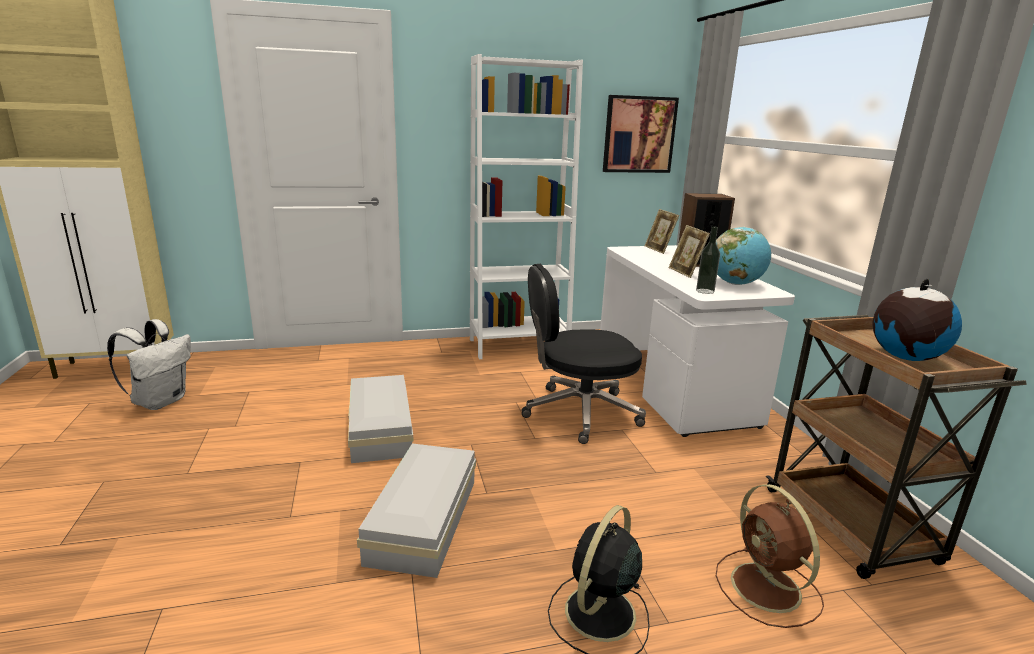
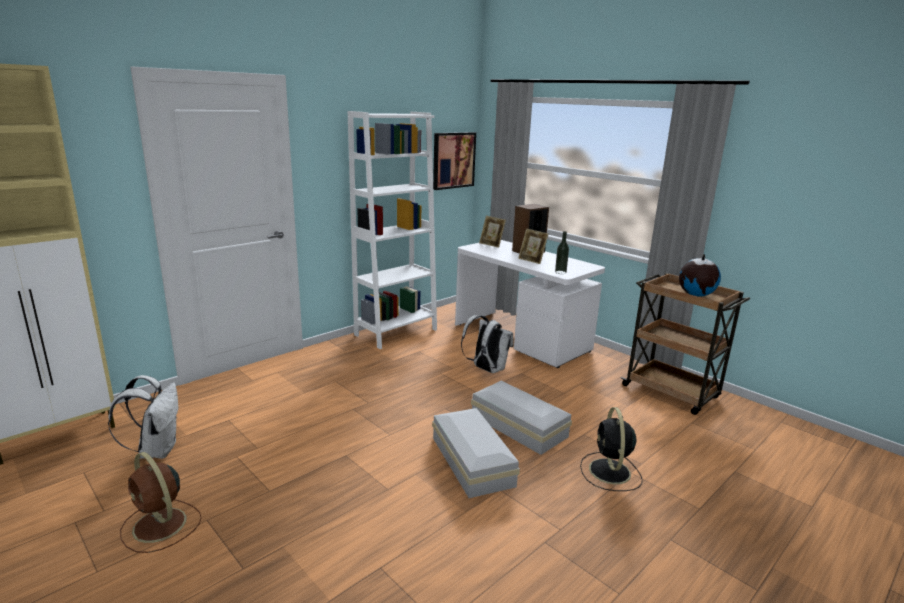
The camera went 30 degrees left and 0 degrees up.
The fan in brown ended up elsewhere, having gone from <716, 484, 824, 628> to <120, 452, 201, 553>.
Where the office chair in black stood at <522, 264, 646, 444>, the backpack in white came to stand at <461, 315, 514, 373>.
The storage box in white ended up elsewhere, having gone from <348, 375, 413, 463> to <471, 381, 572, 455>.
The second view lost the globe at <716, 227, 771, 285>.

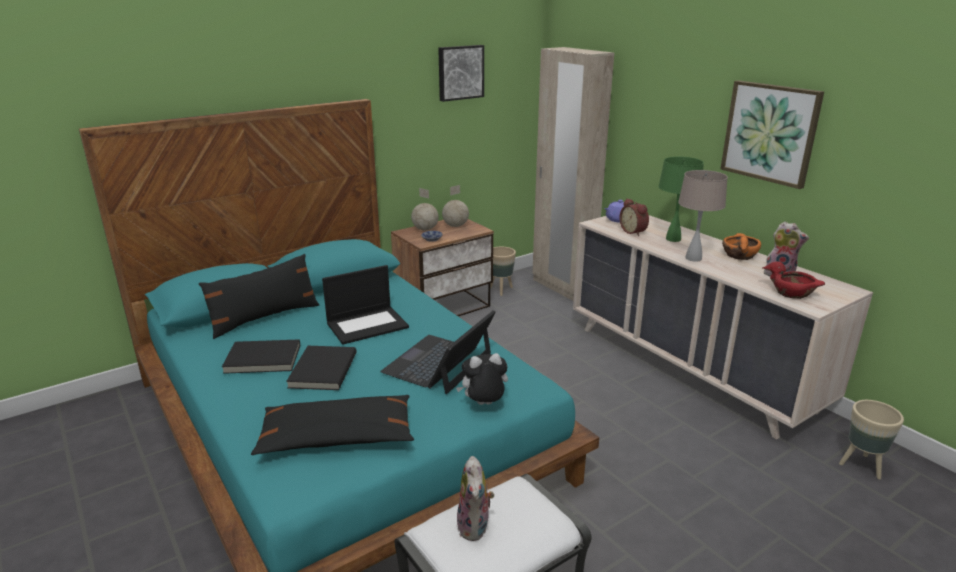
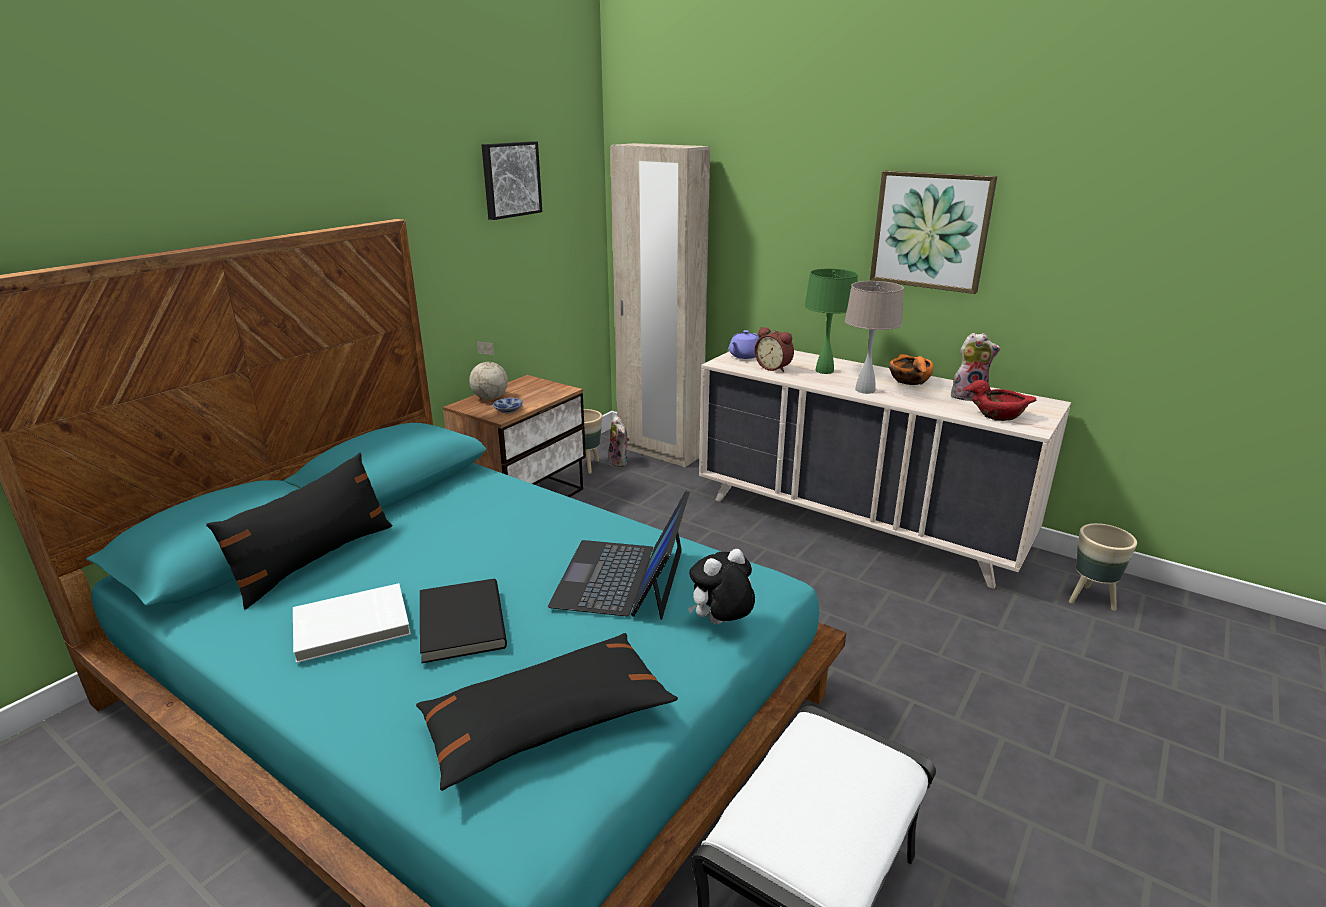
The camera went 20 degrees left and 0 degrees up.
What was the book in black at <222, 339, 300, 374> turned into the book in white at <293, 583, 411, 663>.
The plush toy ended up elsewhere, having gone from <457, 456, 495, 541> to <608, 415, 630, 467>.
The second view lost the laptop at <322, 265, 409, 345>.
The second view lost the globe at <442, 185, 469, 227>.

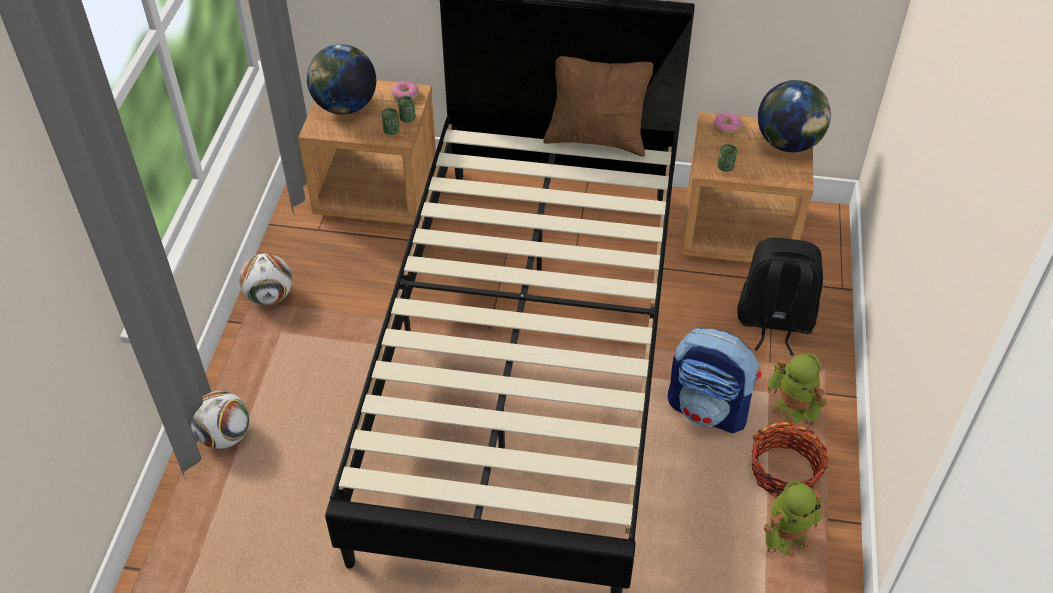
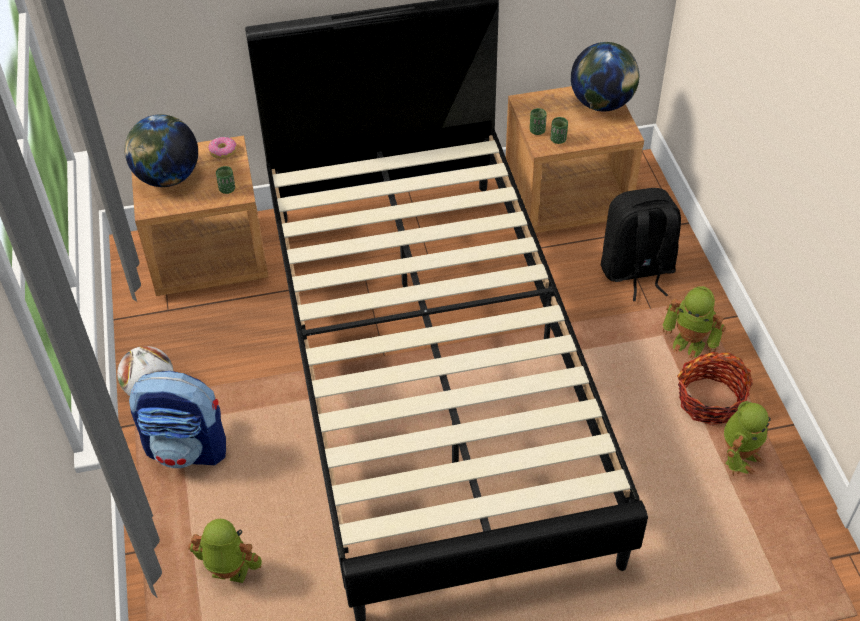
The camera went 20 degrees left and 0 degrees up.
The backpack ended up elsewhere, having gone from <667, 328, 761, 433> to <129, 371, 226, 468>.
The second view gained the toy robot at <188, 519, 262, 583>.
The cup in green ended up elsewhere, having gone from <398, 96, 416, 123> to <530, 108, 547, 135>.
The second view lost the football at <191, 391, 250, 449>.
The second view lost the pillow in brown at <543, 56, 653, 157>.
The second view lost the donut at <713, 113, 742, 135>.

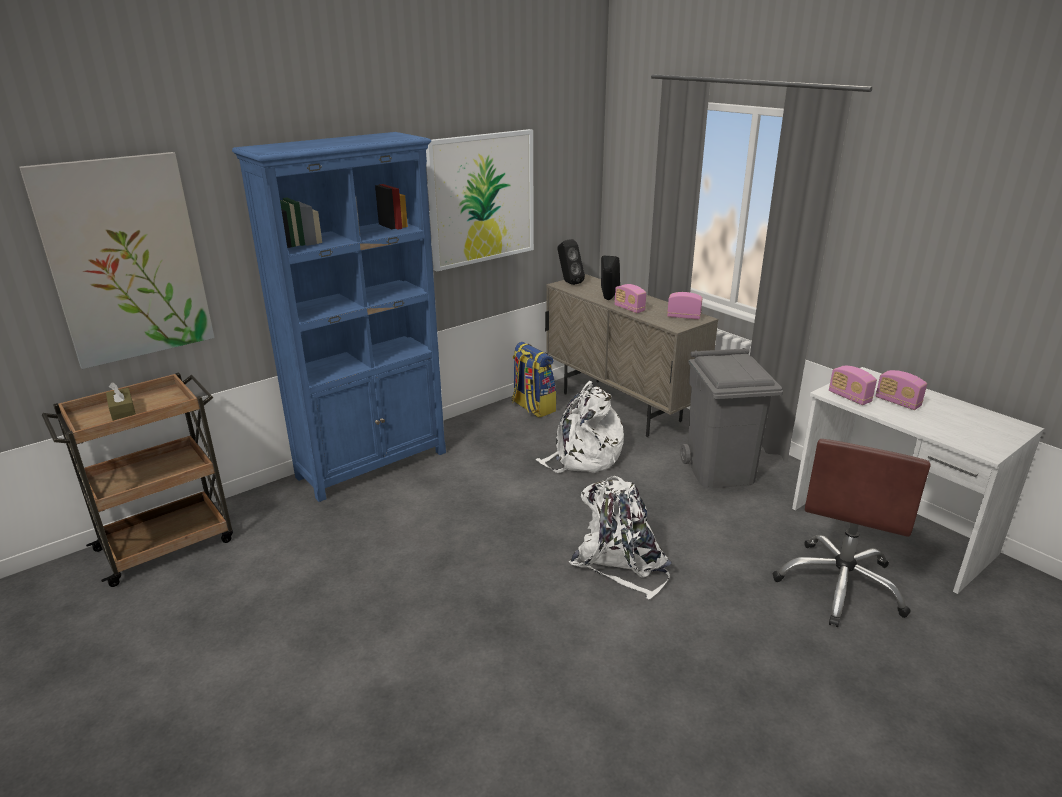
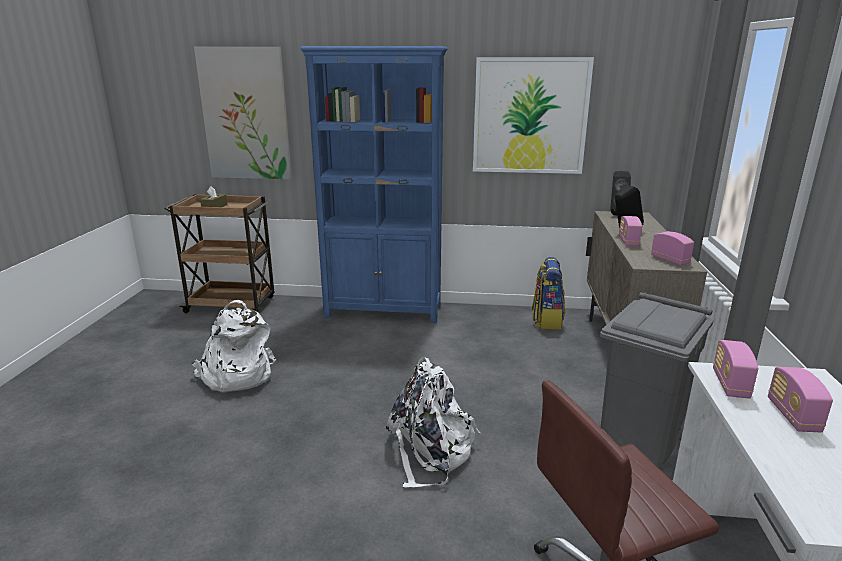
The camera went 45 degrees right and 5 degrees down.
The backpack in white ended up elsewhere, having gone from <535, 380, 624, 473> to <192, 300, 276, 393>.

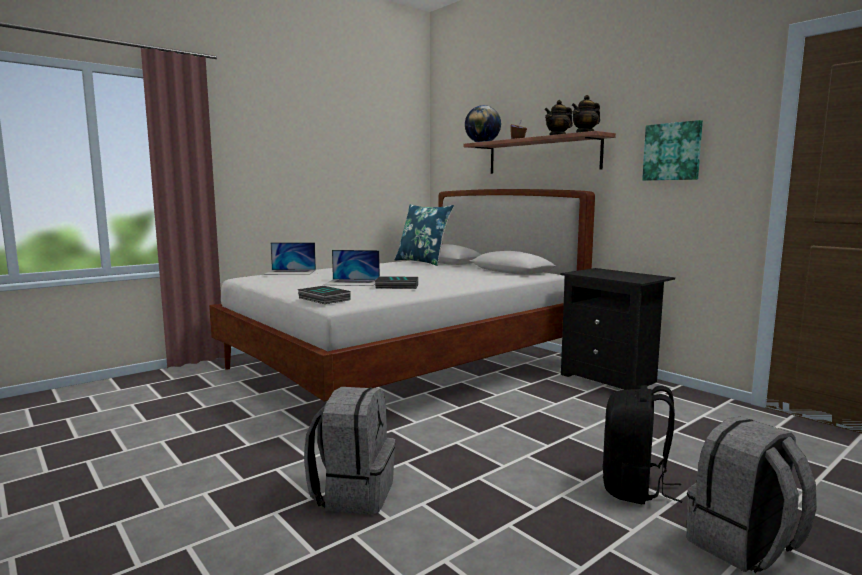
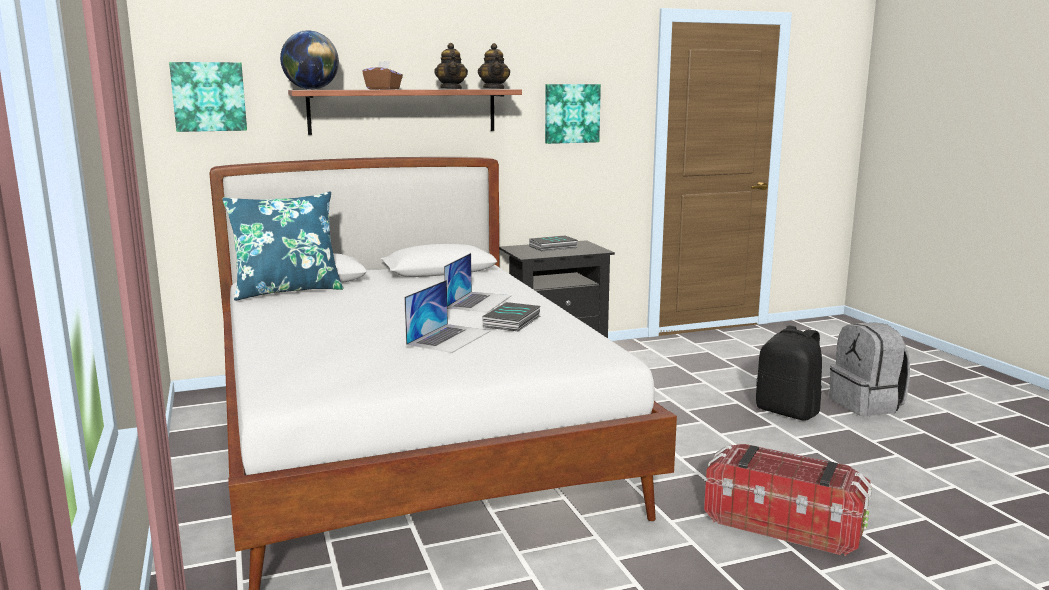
The camera went 70 degrees left and 5 degrees up.
The second view gained the picture at <169, 62, 247, 132>.
The laptop ended up elsewhere, having gone from <264, 243, 316, 275> to <444, 253, 512, 313>.
The book ended up elsewhere, having gone from <298, 286, 351, 304> to <529, 236, 578, 251>.
Where the backpack in grey stood at <304, 387, 395, 514>, the storage box came to stand at <704, 444, 872, 556>.

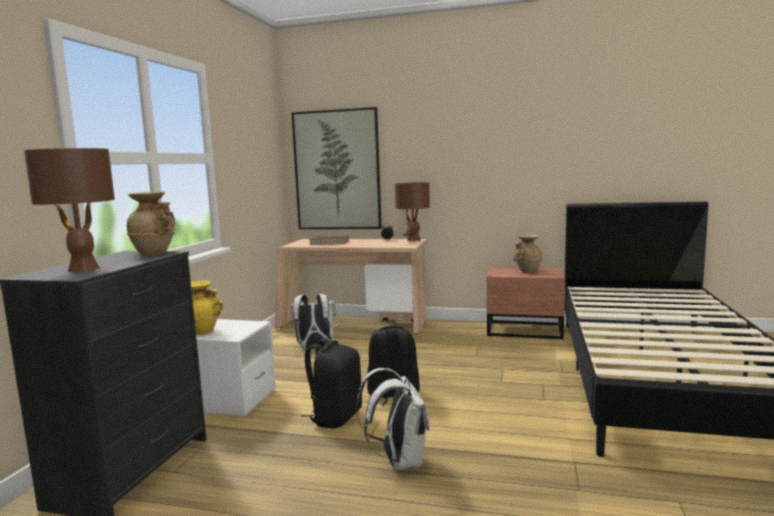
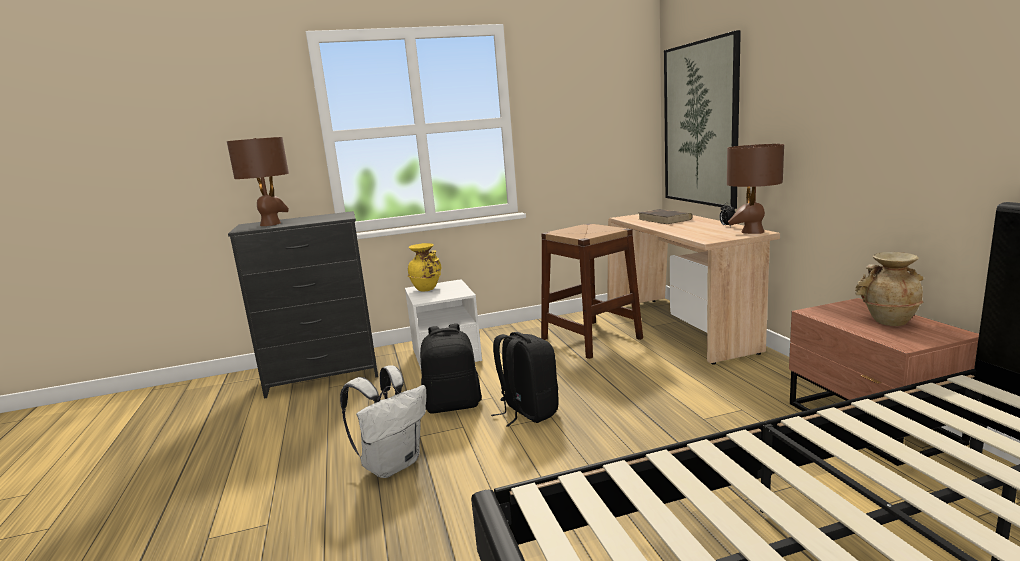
The camera went 60 degrees right and 5 degrees up.
Where the backpack in white stood at <291, 294, 336, 349>, the stool in brown came to stand at <541, 224, 643, 359>.
The second view lost the vase in beige at <127, 192, 175, 255>.

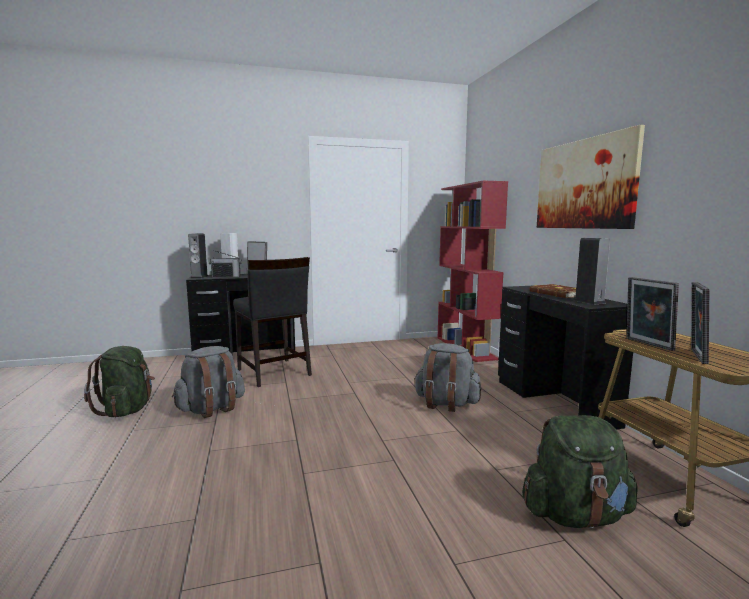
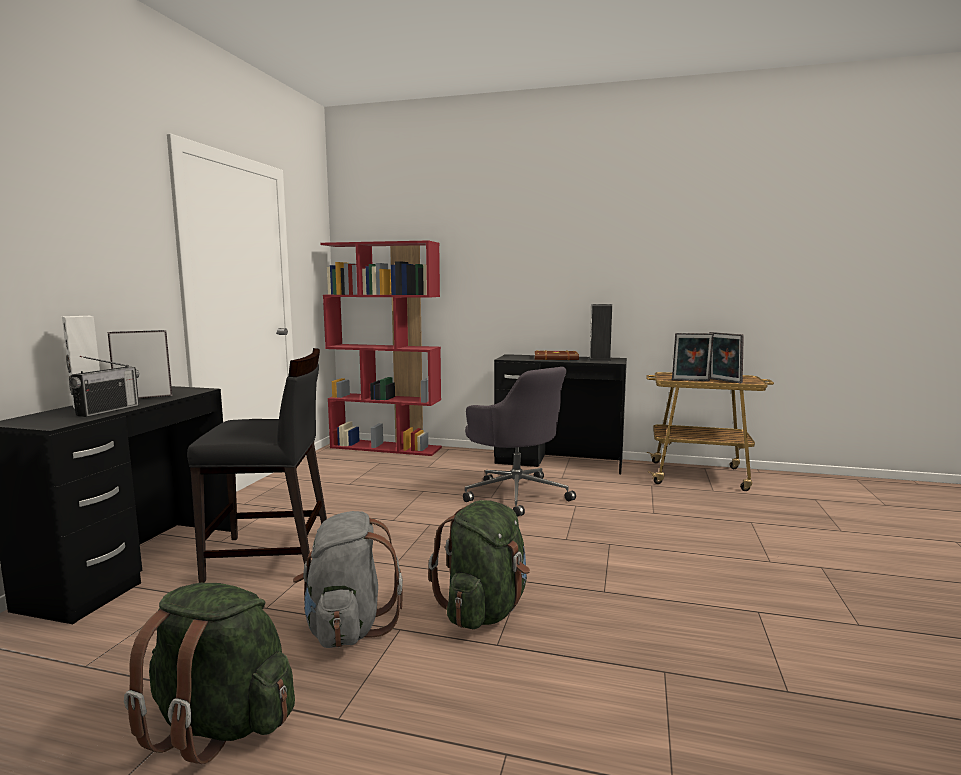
The camera went 60 degrees left and 0 degrees up.
The backpack in green ended up elsewhere, having gone from <522, 415, 638, 528> to <428, 500, 530, 629>.
Where the backpack in grey stood at <414, 343, 481, 412>, the office chair in grey came to stand at <463, 367, 576, 517>.
The second view lost the speaker at <188, 233, 209, 279>.
The second view lost the picture at <537, 125, 645, 229>.

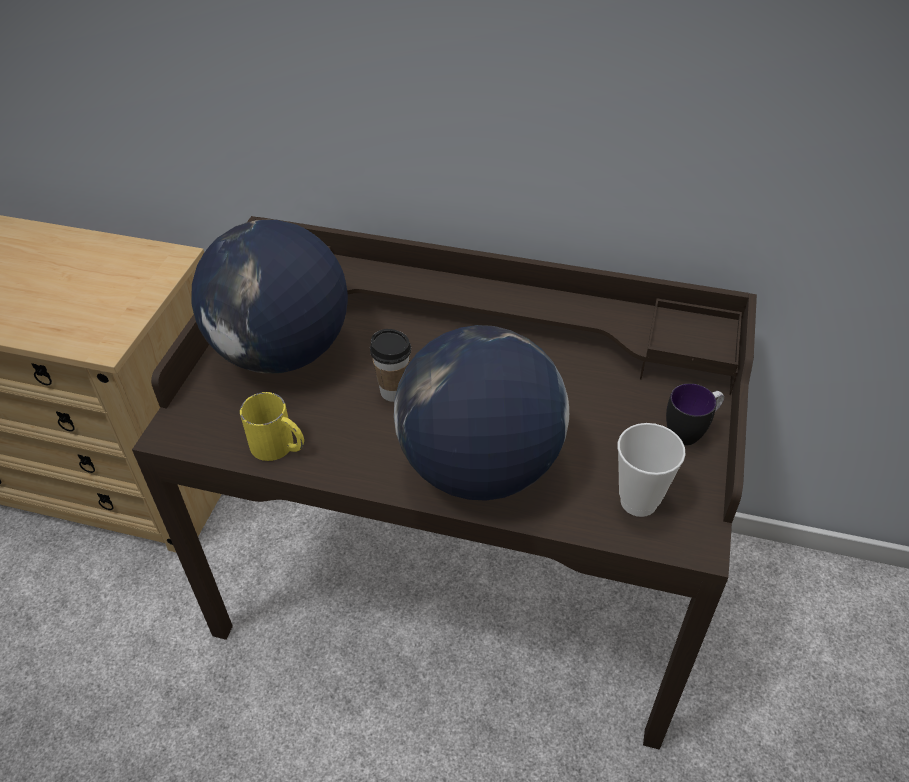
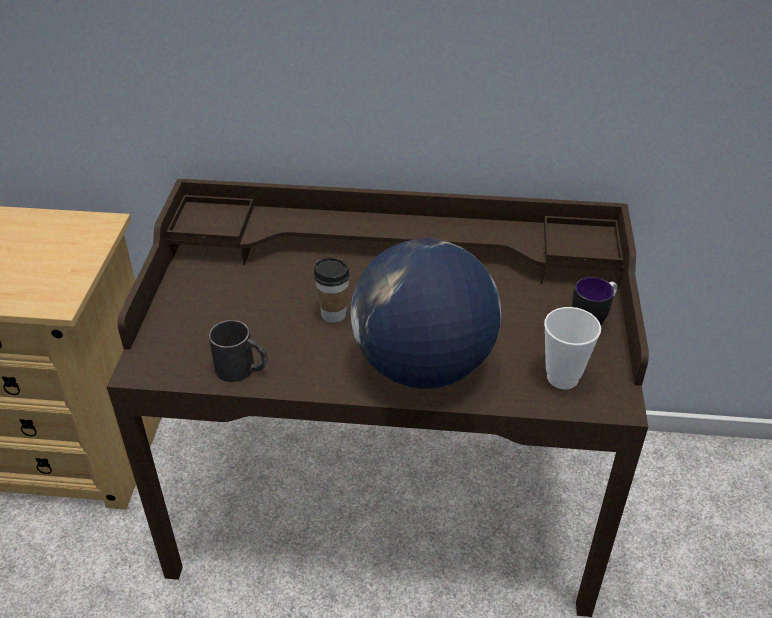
The camera went 10 degrees left and 5 degrees down.
What was the mug in yellow at <240, 392, 304, 461> turned into the mug in black at <209, 320, 268, 382>.
The second view lost the globe at <192, 220, 348, 373>.

